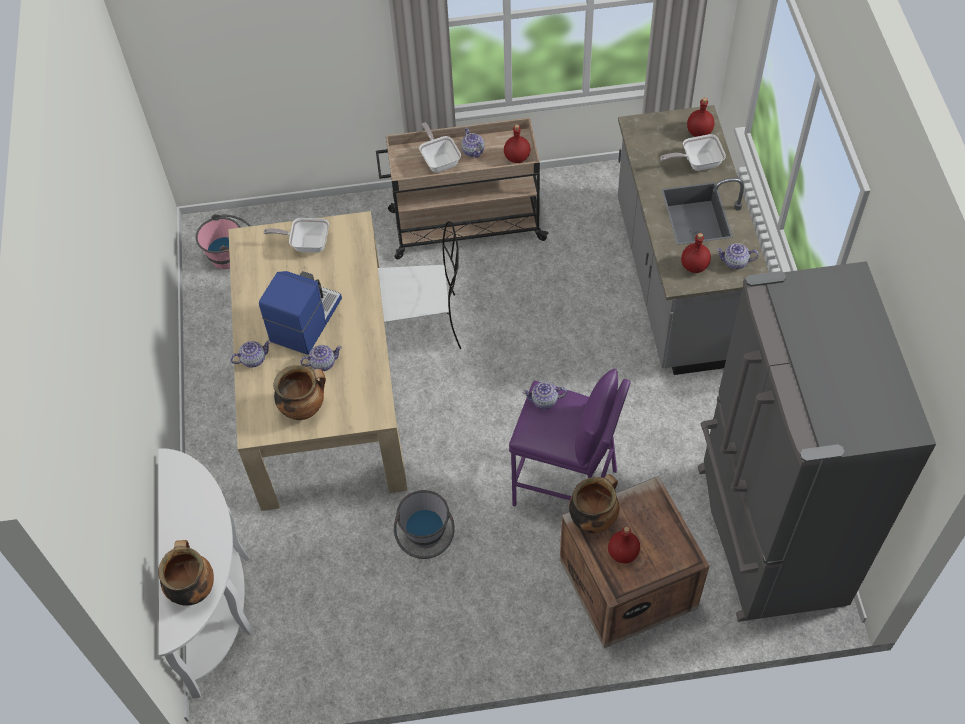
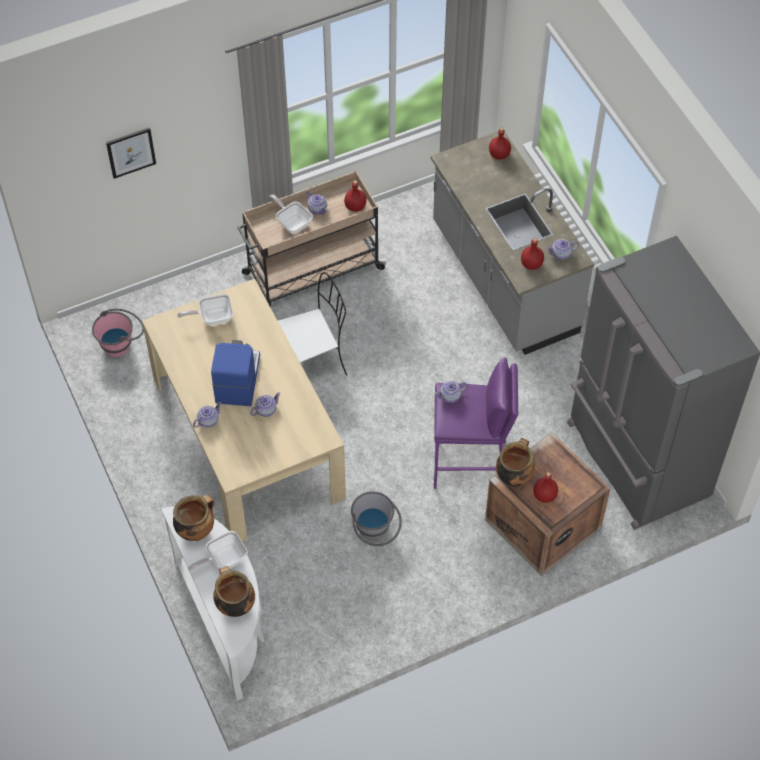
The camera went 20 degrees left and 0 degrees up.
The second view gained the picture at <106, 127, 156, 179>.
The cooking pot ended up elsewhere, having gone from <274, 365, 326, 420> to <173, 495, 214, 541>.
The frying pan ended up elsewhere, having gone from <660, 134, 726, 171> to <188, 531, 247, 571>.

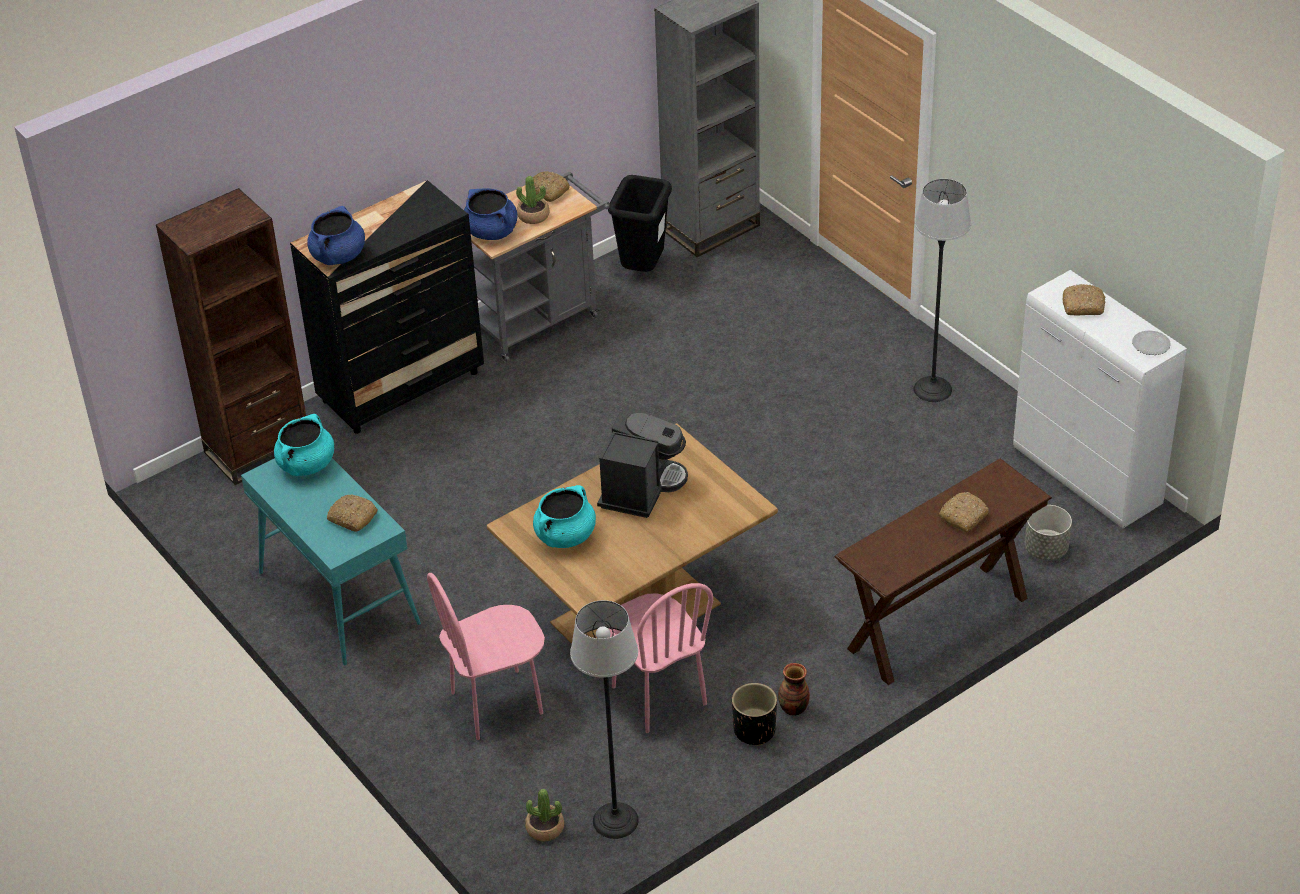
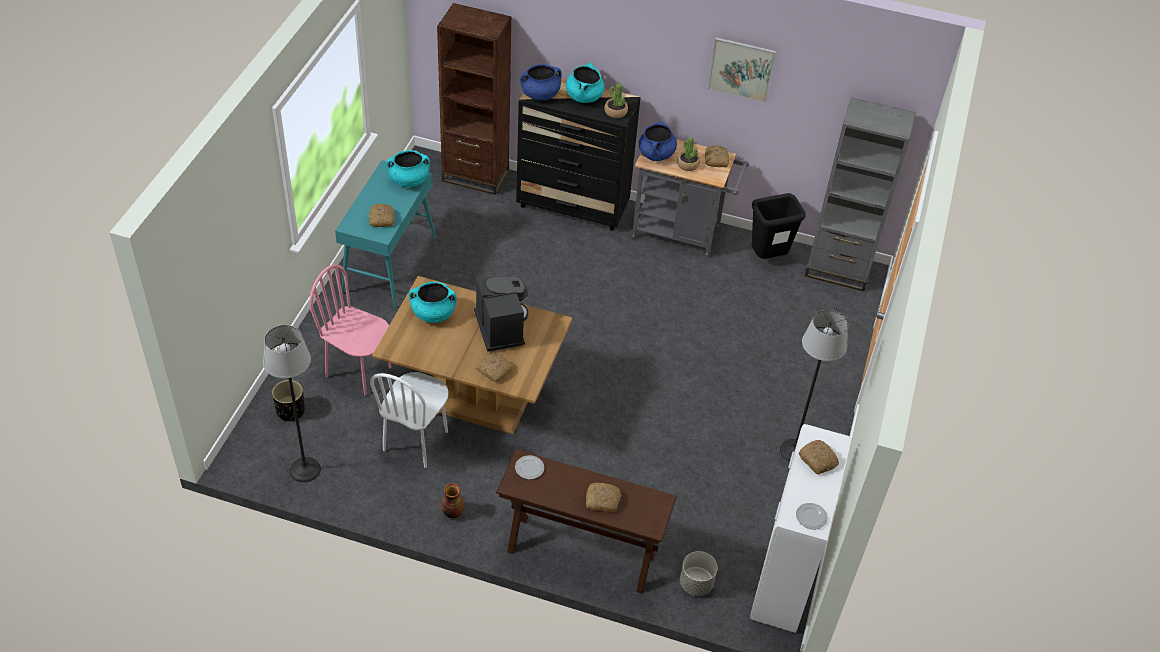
The camera went 50 degrees right and 5 degrees up.
The planter in black ended up elsewhere, having gone from <732, 683, 777, 746> to <272, 380, 305, 421>.
What was the chair in pink at <608, 583, 713, 733> turned into the chair in white at <370, 372, 449, 468>.
The coffee machine at <597, 405, 688, 518> ended up facing another way, 90 degrees counterclockwise from before.
The second view gained the bread at <476, 353, 513, 382>.
The second view gained the plate at <515, 455, 544, 479>.
The second view gained the cooking pot in turquoise at <566, 63, 604, 103>.
The potted plant ended up elsewhere, having gone from <525, 789, 564, 842> to <604, 83, 628, 118>.
The second view gained the picture at <708, 37, 776, 103>.

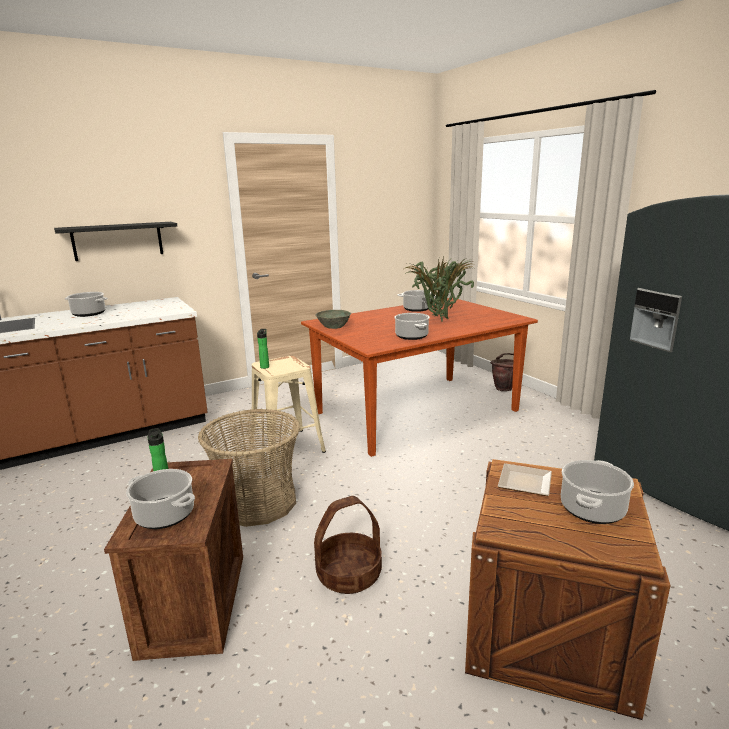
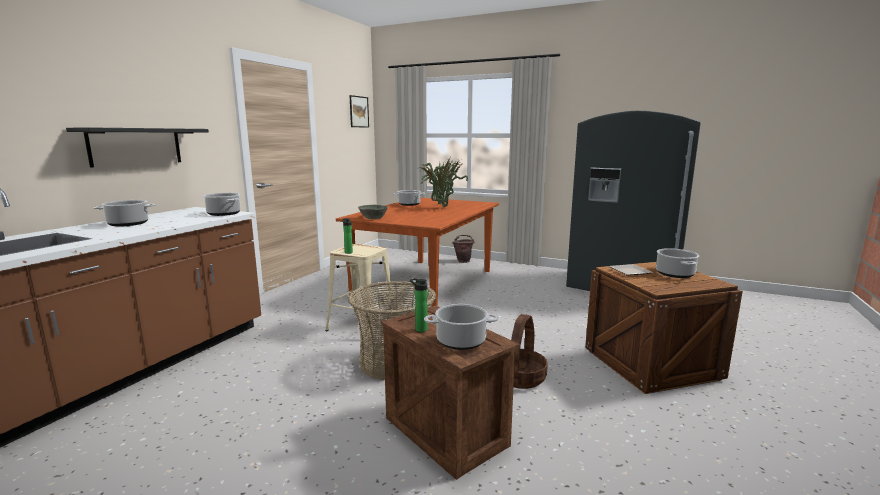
The camera went 35 degrees left and 5 degrees down.
The cooking pot ended up elsewhere, having gone from <394, 313, 430, 340> to <203, 193, 241, 216>.
The second view gained the picture at <349, 95, 369, 128>.

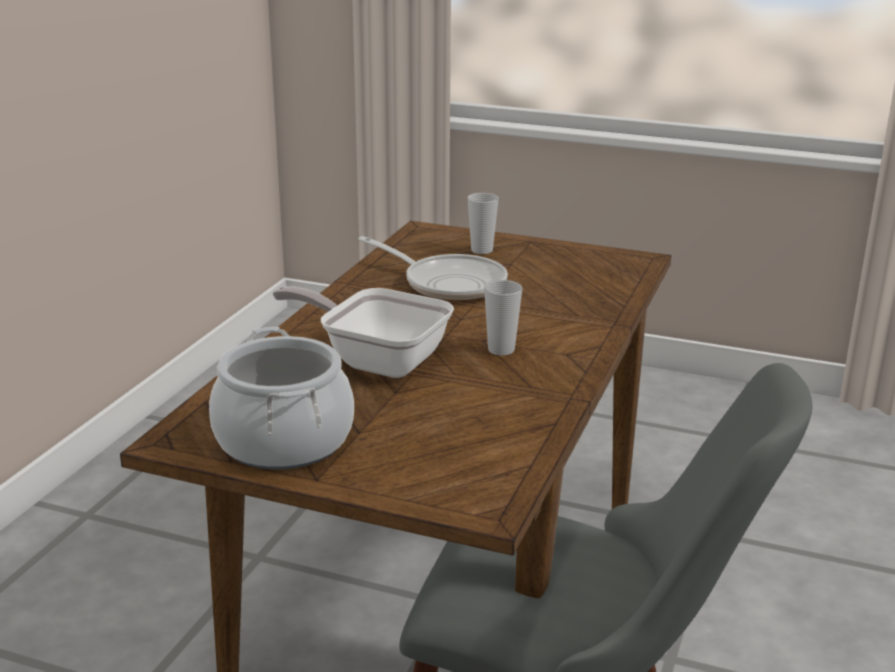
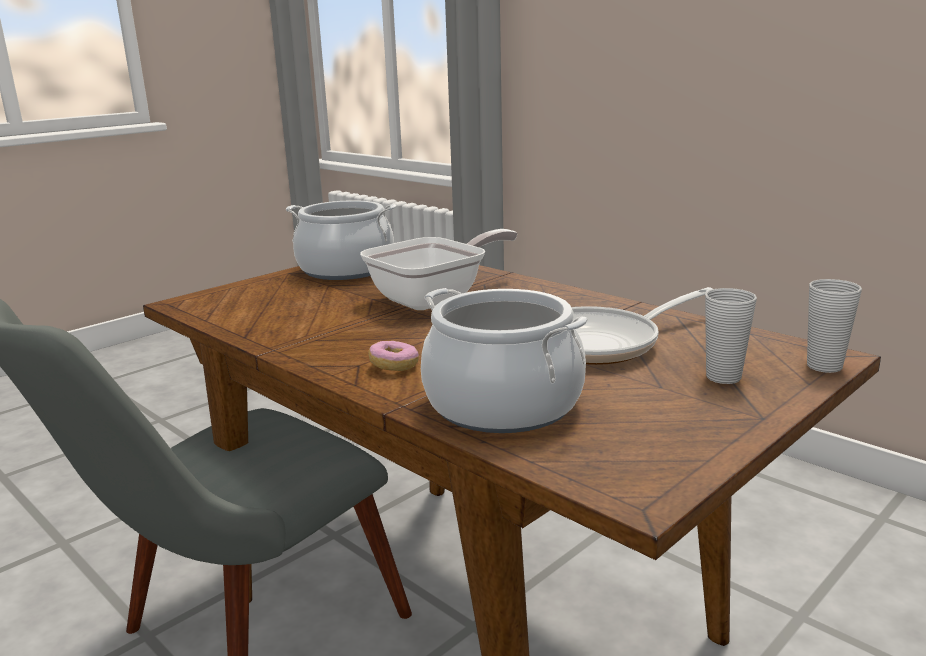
The camera went 115 degrees right and 5 degrees down.
The second view gained the donut at <368, 341, 419, 371>.
The second view gained the cooking pot at <421, 288, 588, 433>.
The cup ended up elsewhere, having gone from <484, 280, 523, 356> to <807, 279, 862, 373>.

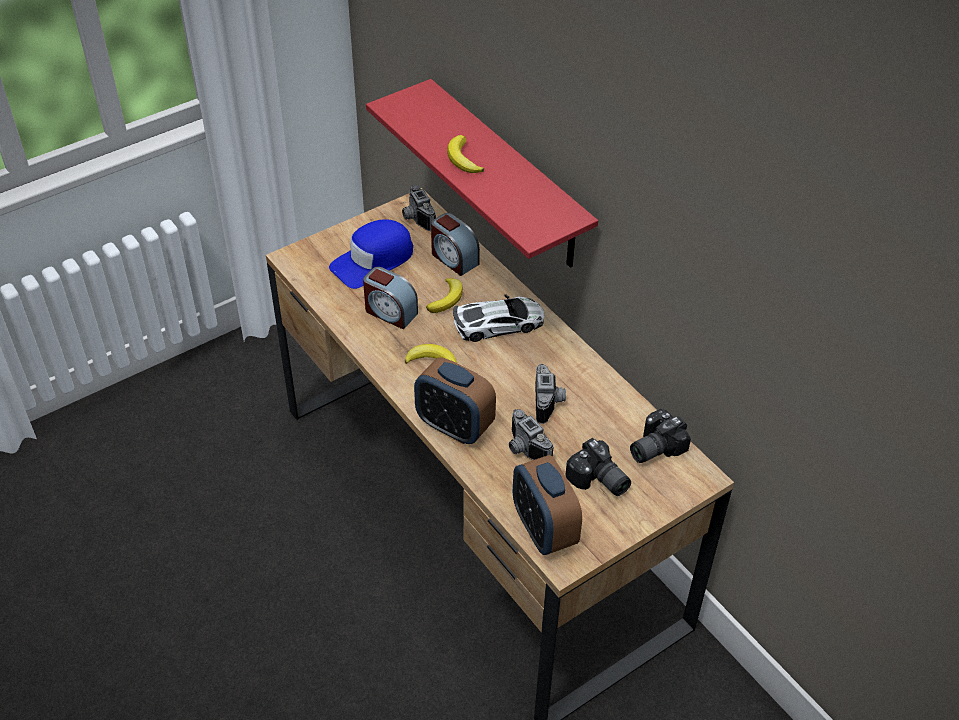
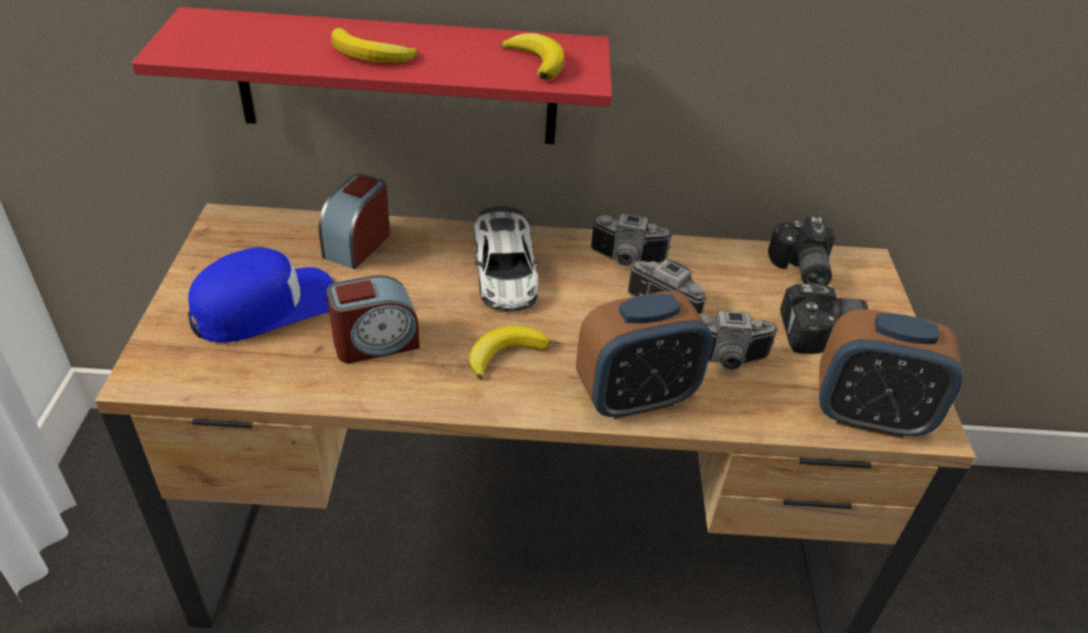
The camera went 55 degrees left and 5 degrees down.
The cap in blue at <329, 219, 413, 289> ended up facing another way, 120 degrees counterclockwise from before.
The alarm clock at <431, 213, 480, 276> ended up facing another way, 120 degrees clockwise from before.
The toy car at <453, 294, 545, 342> ended up facing another way, 150 degrees clockwise from before.
The banana ended up elsewhere, having gone from <426, 278, 463, 313> to <501, 33, 565, 80>.
The photo camera ended up elsewhere, having gone from <402, 185, 436, 231> to <591, 213, 673, 266>.

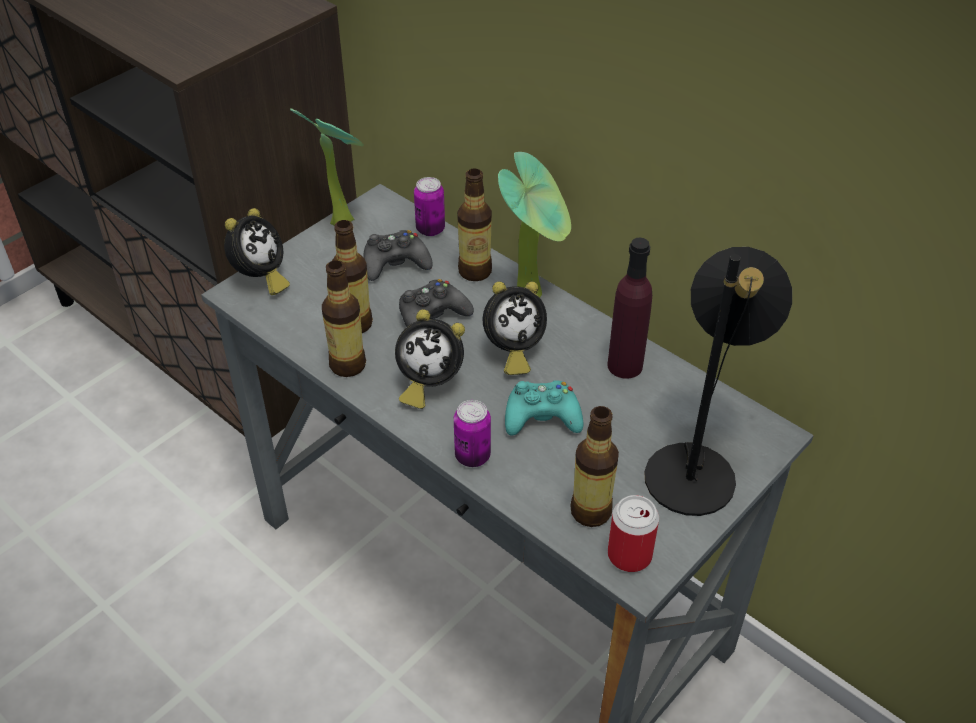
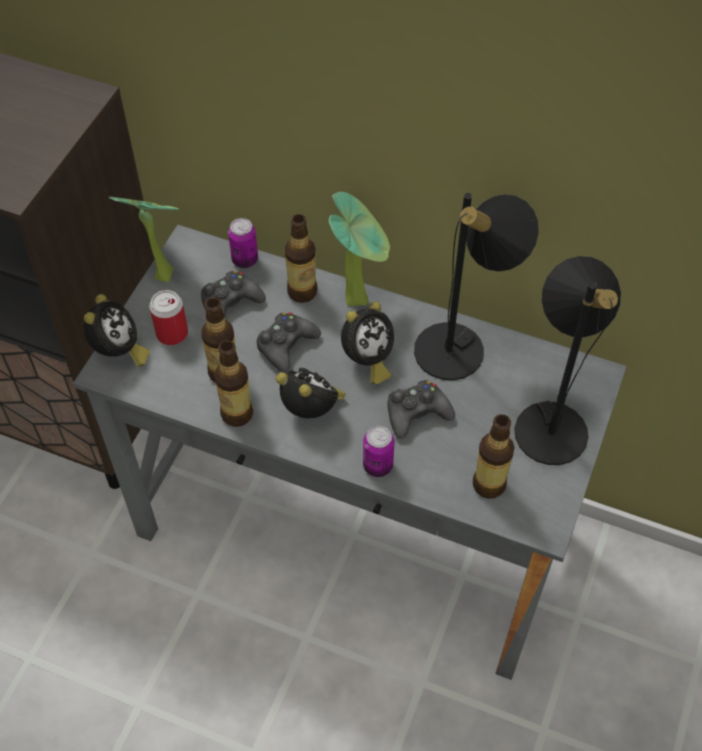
The camera went 20 degrees left and 10 degrees up.
The can ended up elsewhere, having gone from <608, 495, 659, 572> to <149, 290, 188, 345>.
The alarm clock at <395, 309, 465, 409> ended up facing another way, 135 degrees counterclockwise from before.
What was the game controller in turquoise at <505, 380, 583, 436> turned into the game controller in black at <388, 380, 455, 439>.
Where the bottle in purple stood at <607, 238, 652, 379>, the table lamp in black came to stand at <414, 193, 539, 380>.

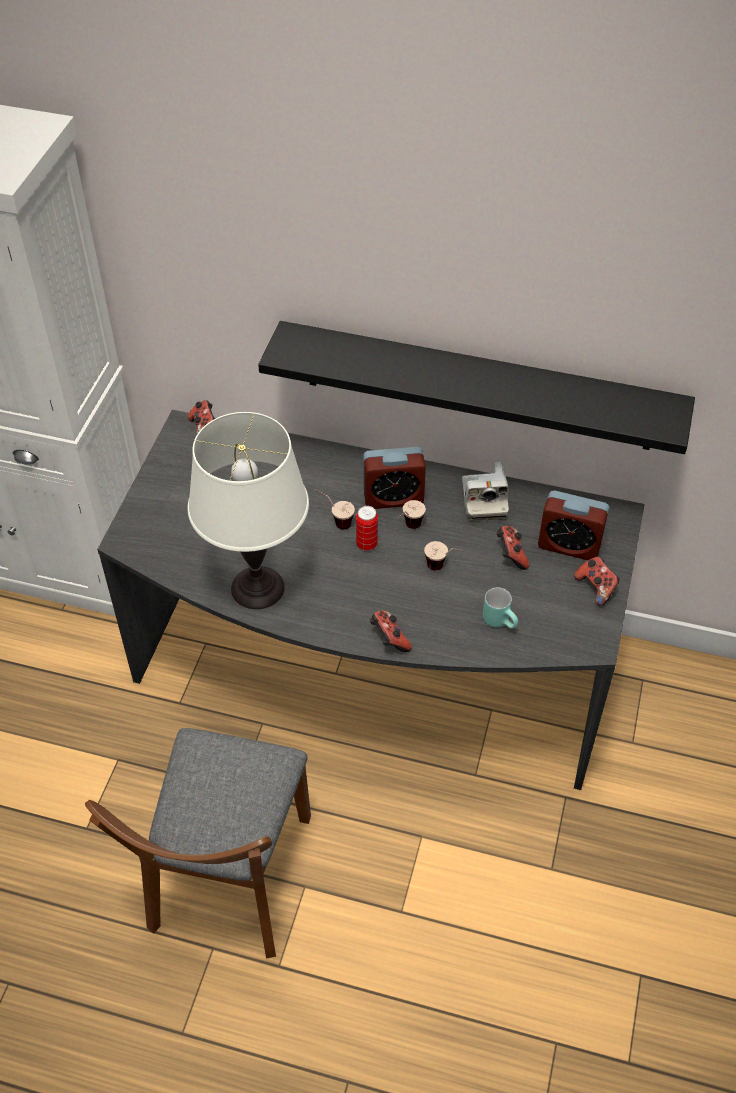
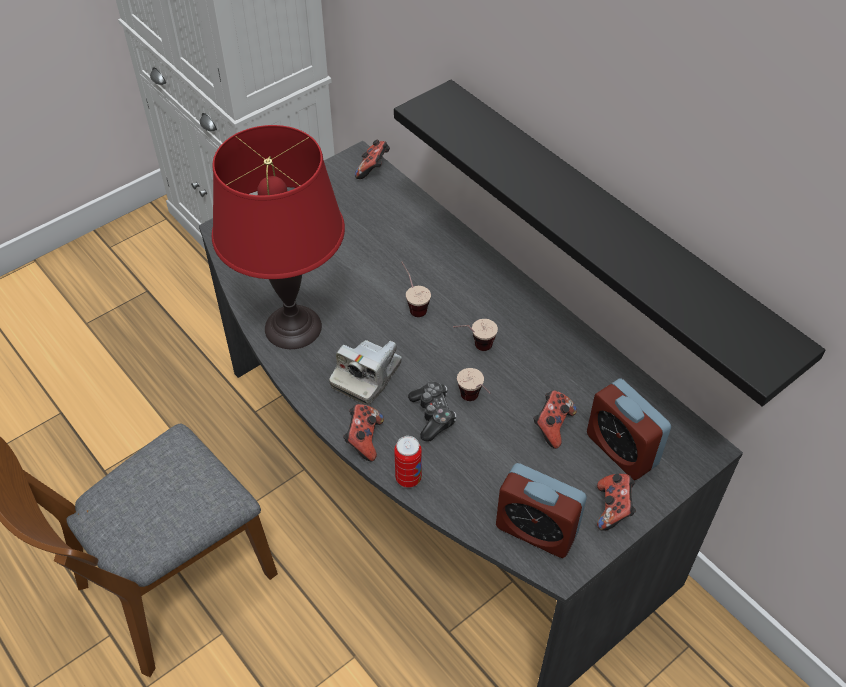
The camera went 35 degrees right and 0 degrees up.
What was the table lamp in white at <188, 412, 309, 609> turned into the table lamp in red at <212, 125, 345, 349>.
The photo camera ended up elsewhere, having gone from <462, 462, 509, 521> to <329, 340, 402, 405>.
The can ended up elsewhere, having gone from <356, 506, 378, 551> to <394, 436, 422, 488>.
The second view gained the game controller at <408, 382, 456, 441>.
The alarm clock ended up elsewhere, having gone from <363, 447, 426, 509> to <496, 463, 587, 558>.
The second view lost the mug in turquoise at <483, 588, 518, 629>.

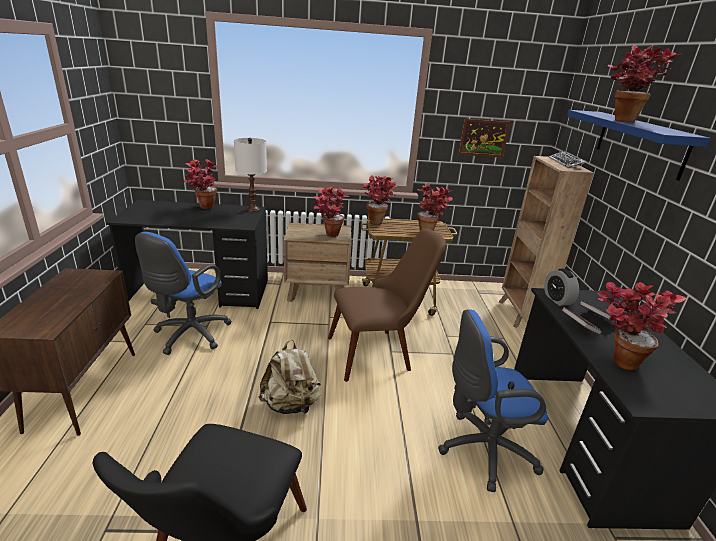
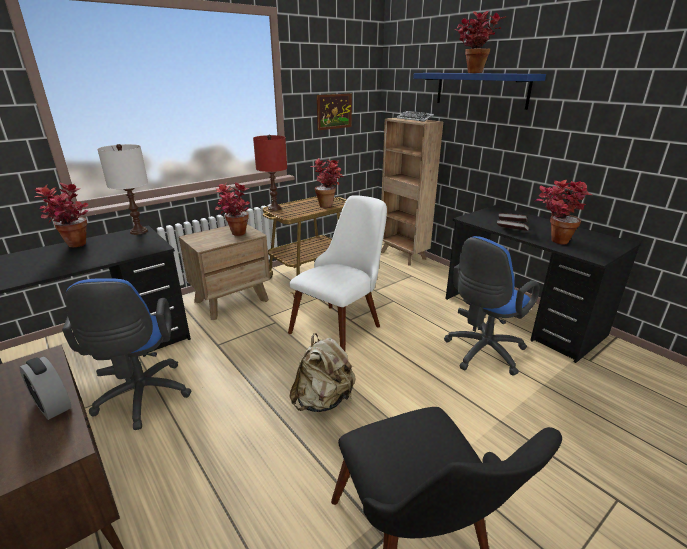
The camera went 35 degrees left and 0 degrees up.
The alarm clock ended up elsewhere, having gone from <544, 269, 579, 306> to <19, 357, 71, 420>.
Where the potted plant stood at <364, 175, 397, 225>, the table lamp in red came to stand at <253, 135, 287, 211>.
What was the chair in brown at <328, 229, 446, 382> turned into the chair in white at <288, 195, 387, 352>.

